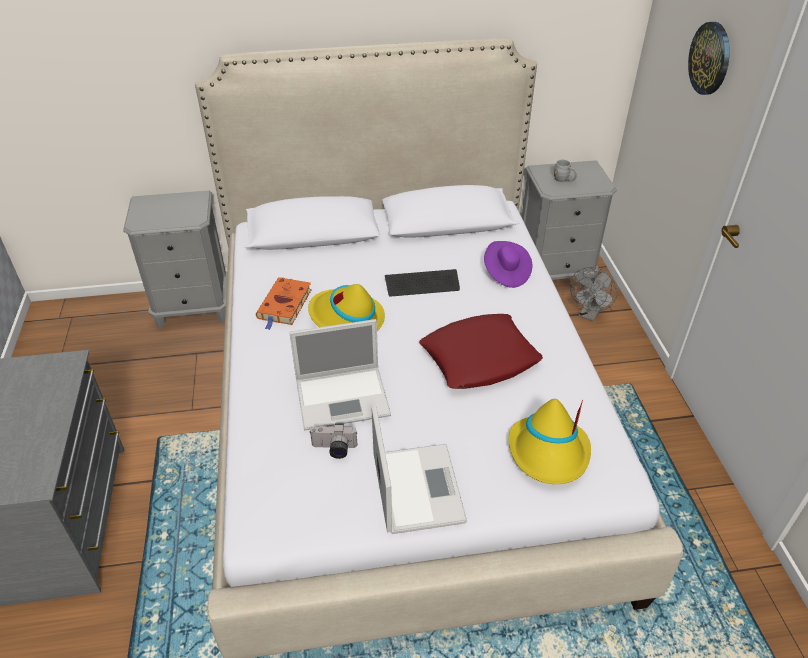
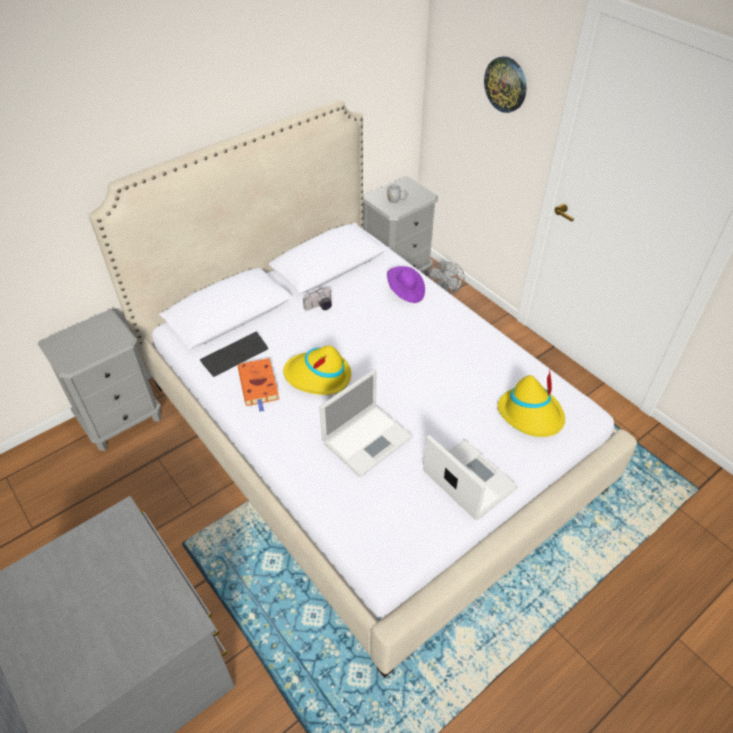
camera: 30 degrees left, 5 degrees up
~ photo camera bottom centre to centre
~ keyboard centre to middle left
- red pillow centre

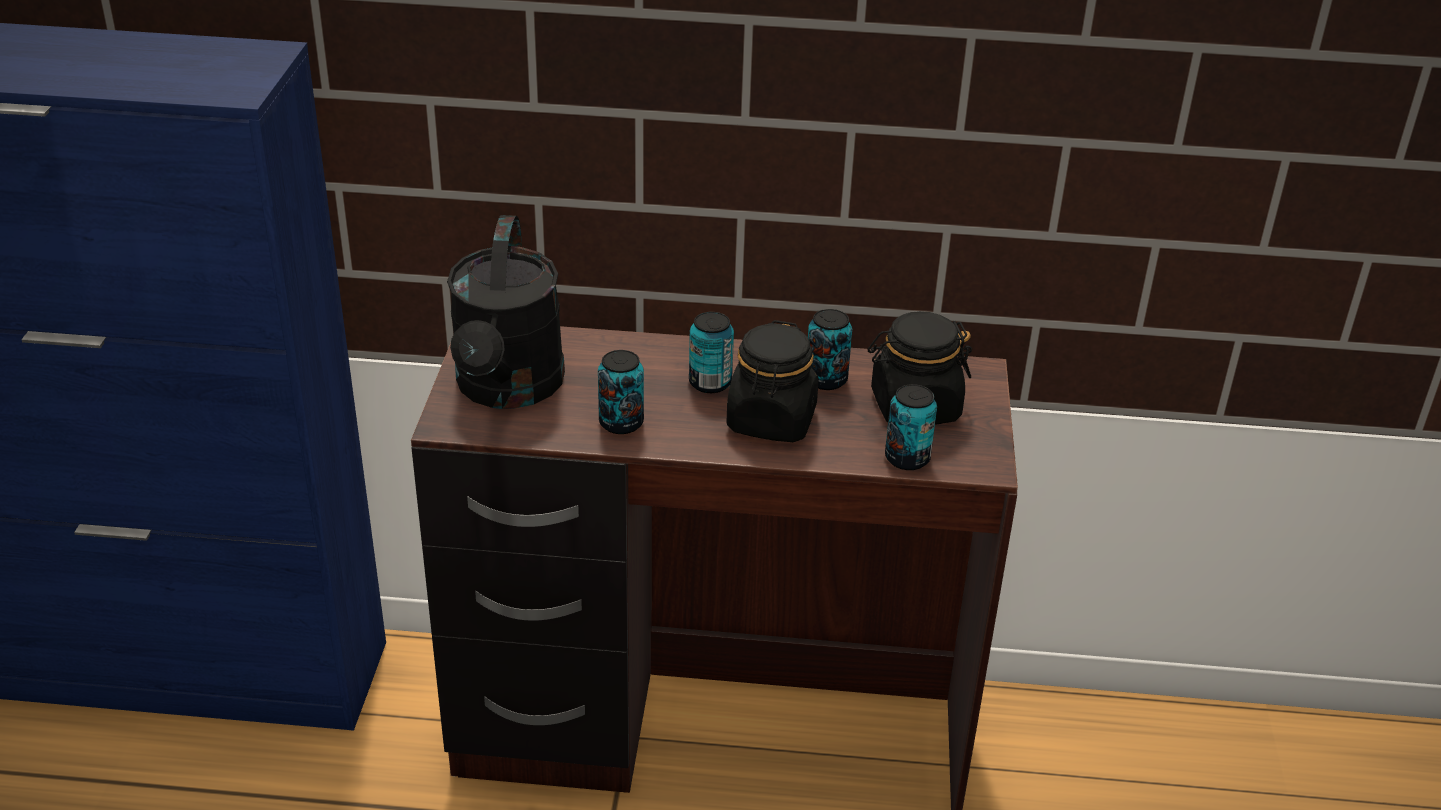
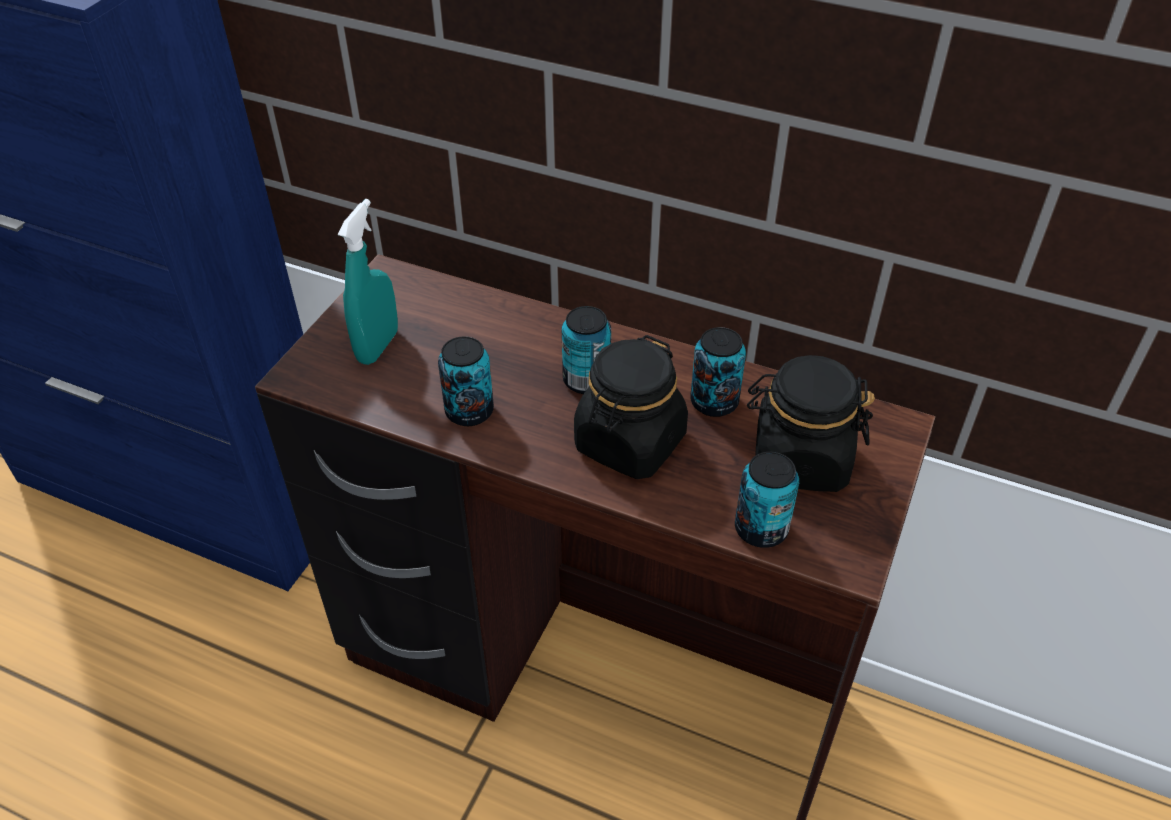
camera: 20 degrees right, 10 degrees up
~ black watering can centre to turquoise spray bottle middle left

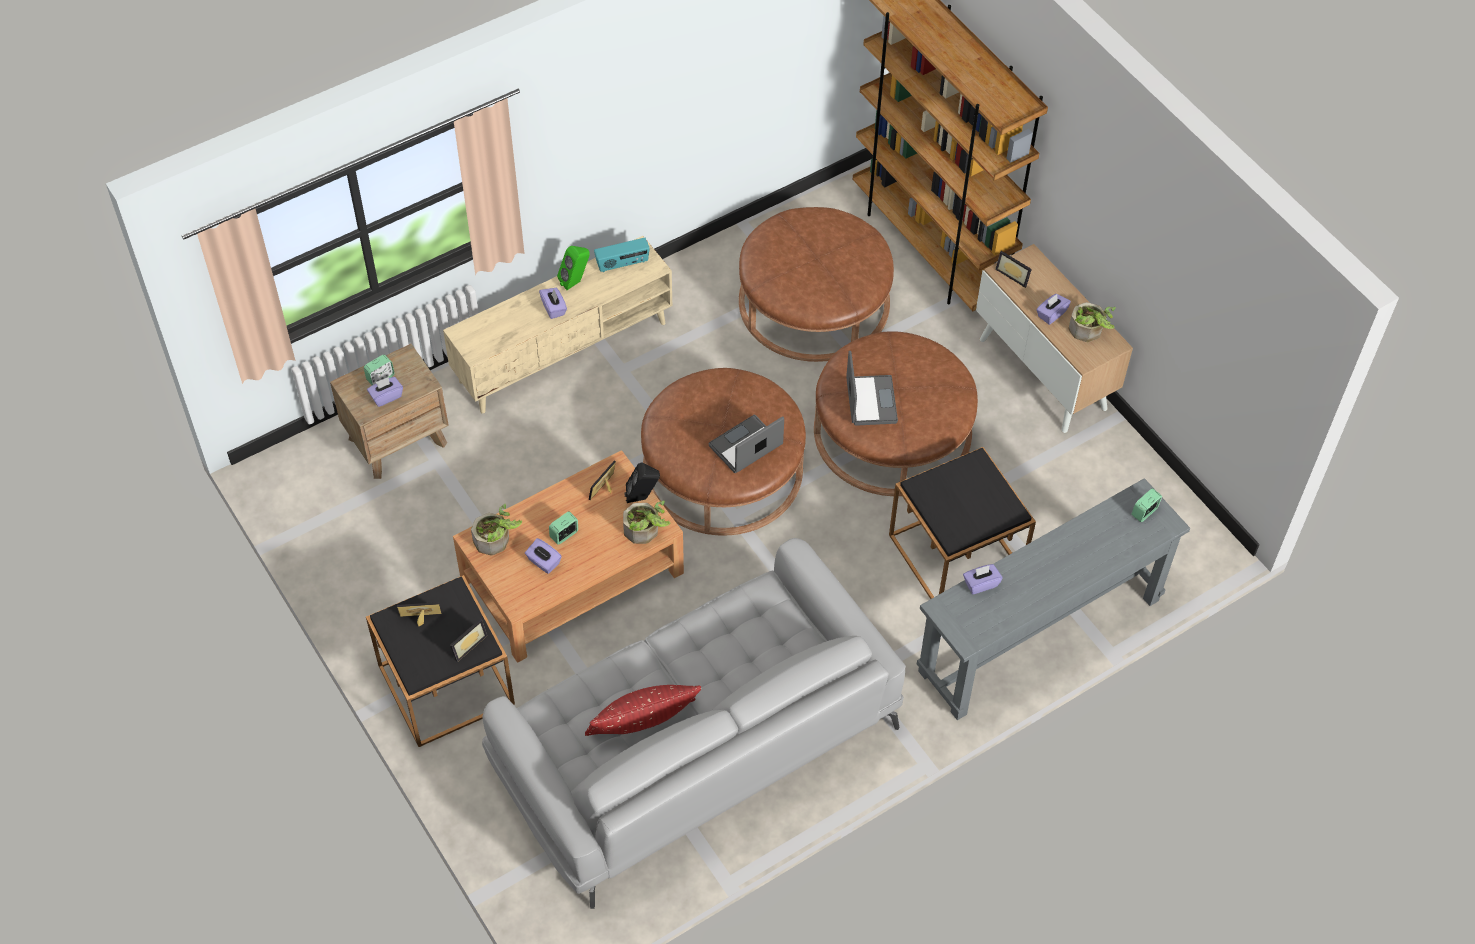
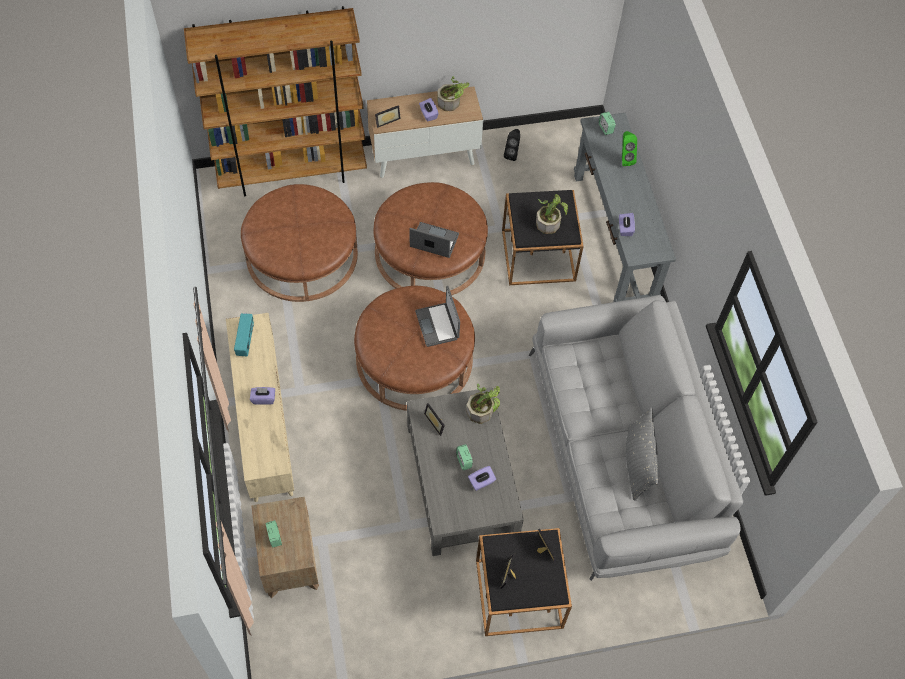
camera: 70 degrees left, 5 degrees up
- purple tissue box (1st from left) middle left
~ brown coffee table centre to grey coffee table bottom centre
~ potted plant (1st from left in the first image) centre to potted plant (3rd from left) top centre
~ green speaker top centre to top right
~ red pillow bottom centre to grey pillow bottom right
~ black speaker centre to top centre

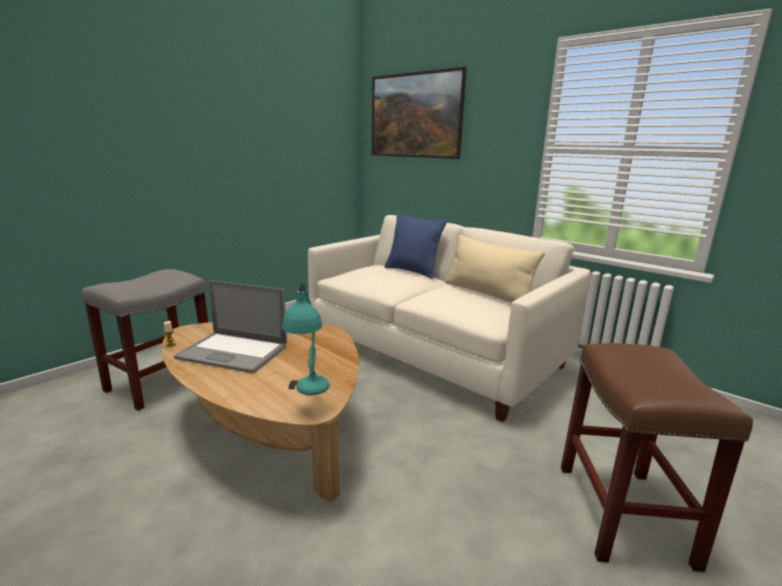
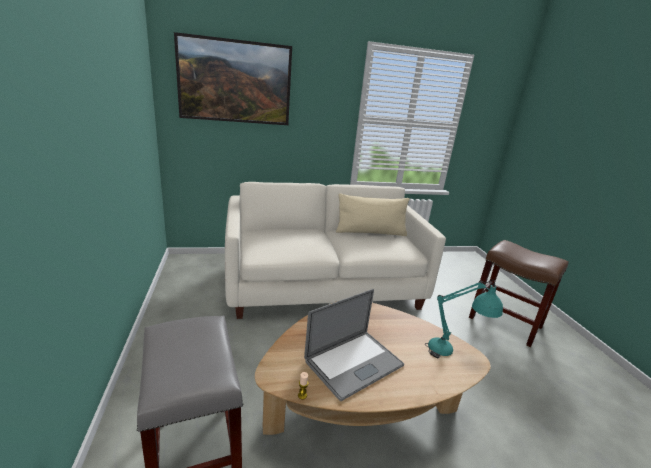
camera: 55 degrees left, 5 degrees up
- blue pillow centre

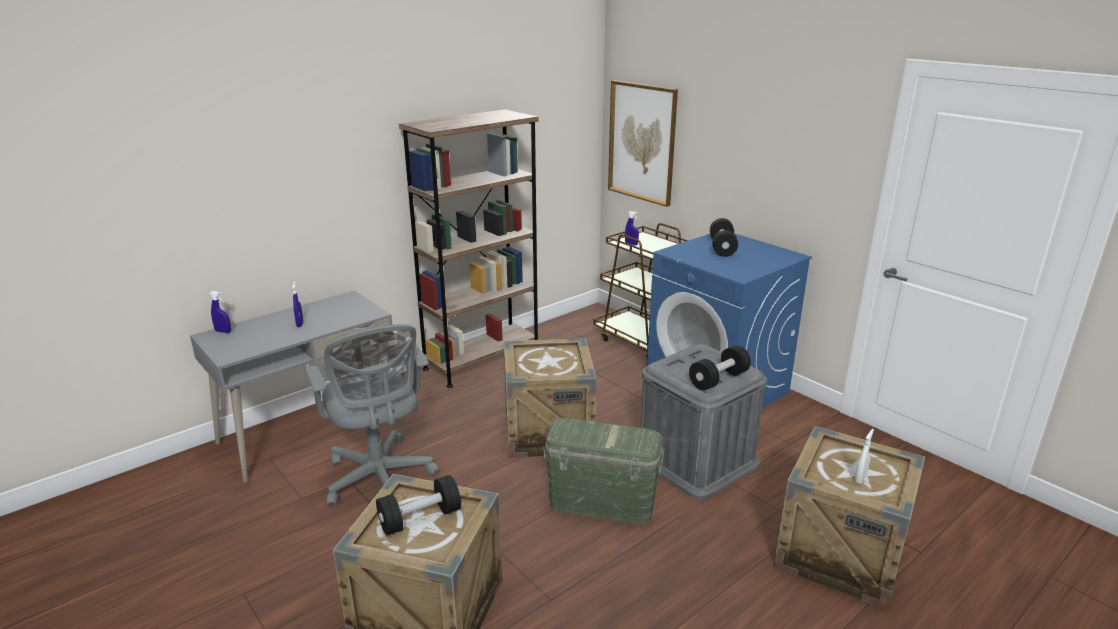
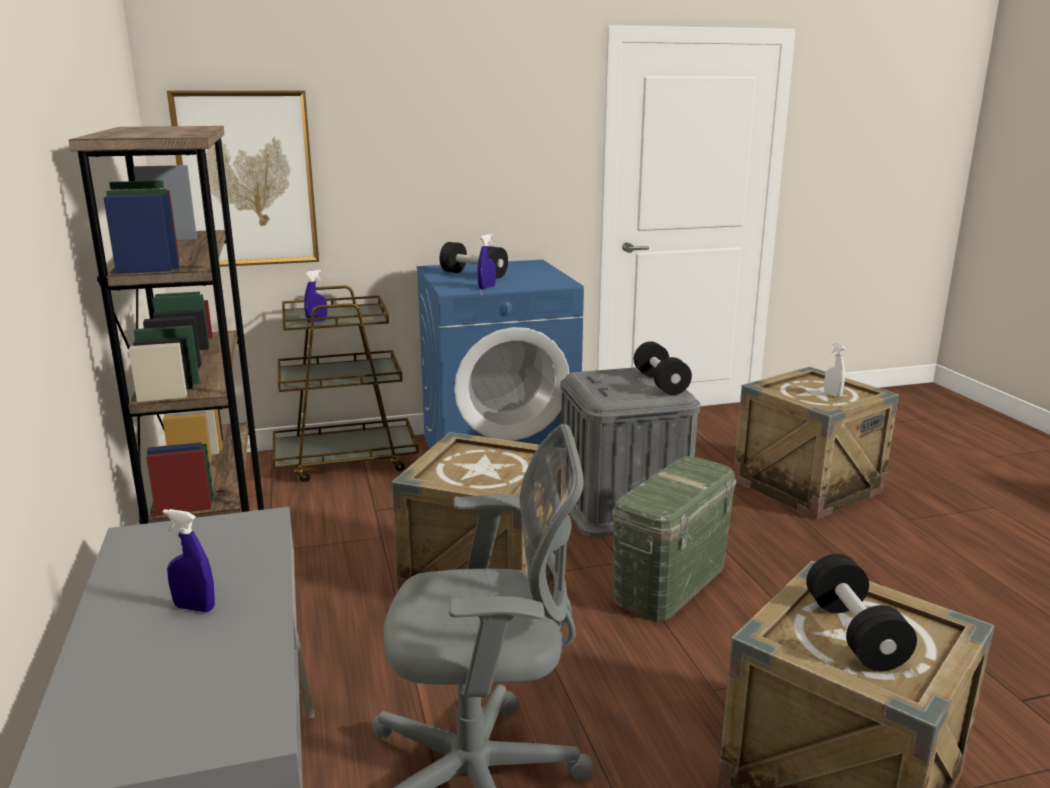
camera: 65 degrees left, 5 degrees down
~ blue spray bottle (1st from left in the first image) middle left to blue spray bottle (3rd from left) top centre

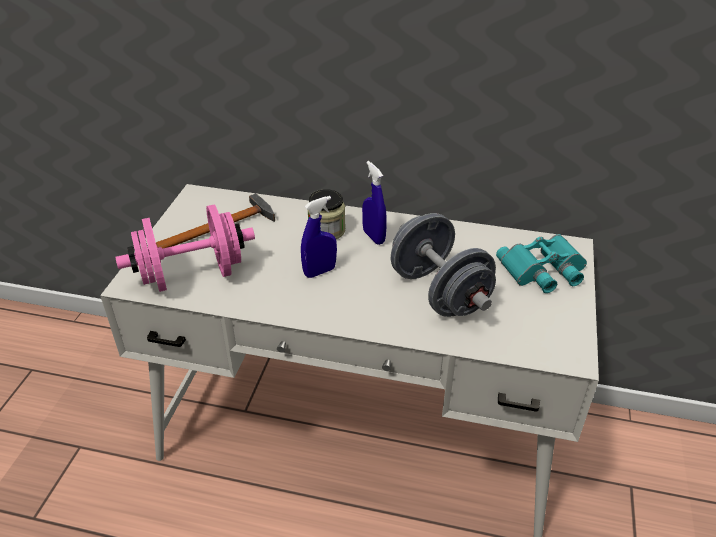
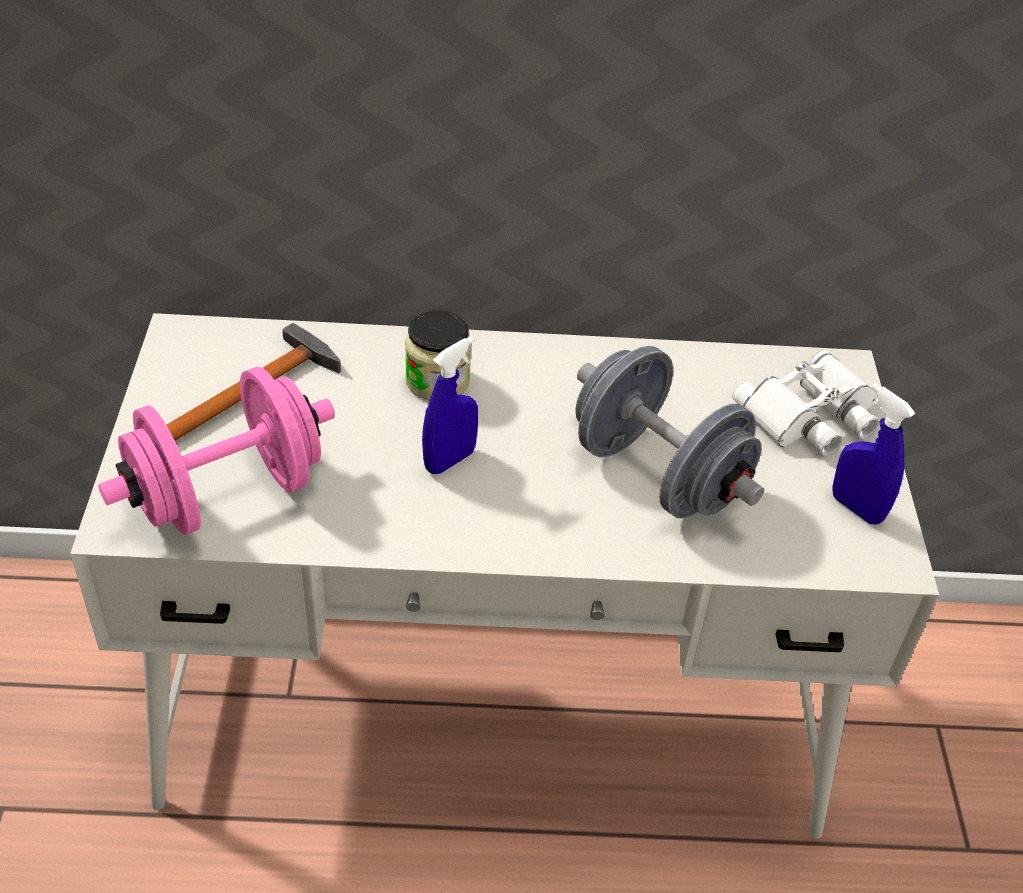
camera: 15 degrees left, 5 degrees up
~ blue spray bottle (2nd from left) centre to middle right
~ turquoise binoculars middle right to white binoculars middle right

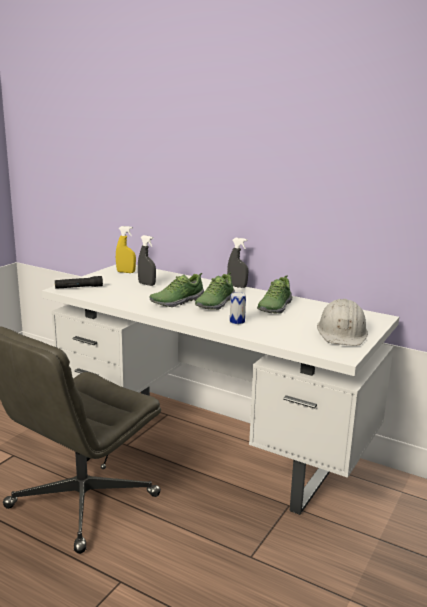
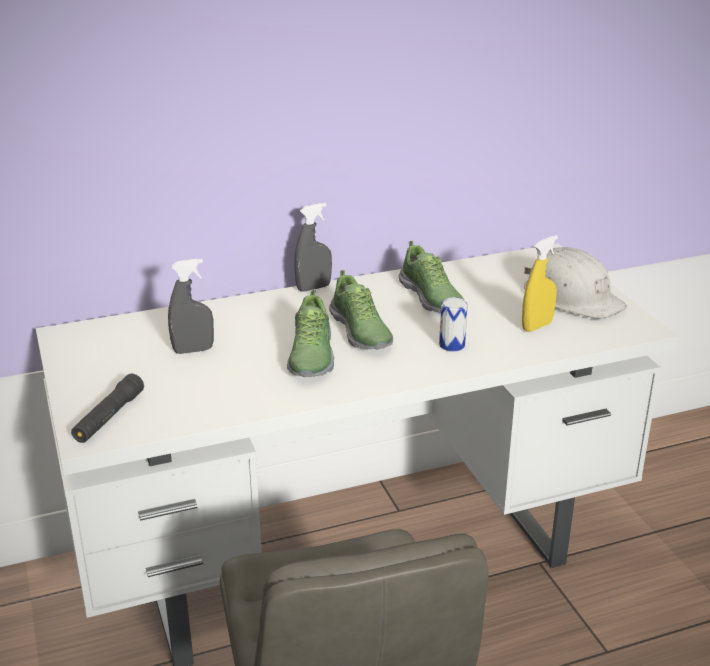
camera: 50 degrees left, 10 degrees up
~ yellow spray bottle middle left to middle right

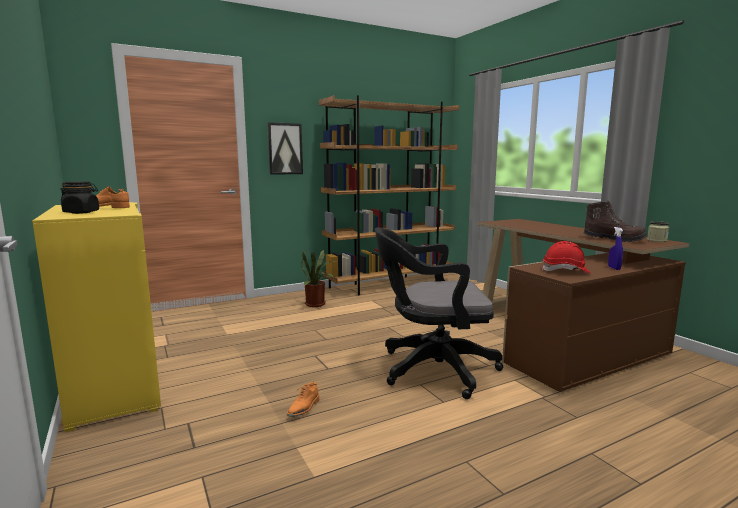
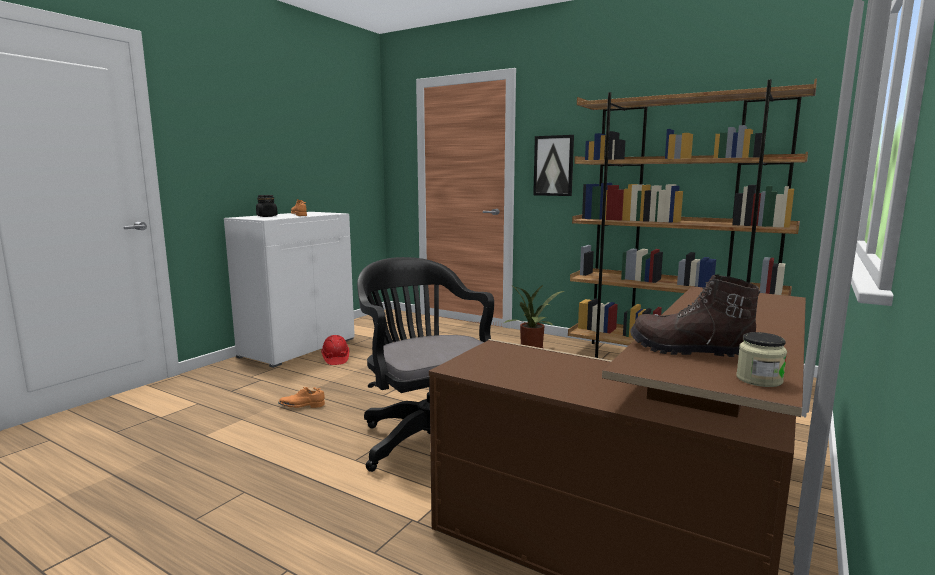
camera: 60 degrees right, 0 degrees up
~ yellow cabinet middle left to white cabinet middle left
~ red hard hat middle right to centre
~ brown boot middle right = middle right 120 degrees clockwise
- blue spray bottle middle right

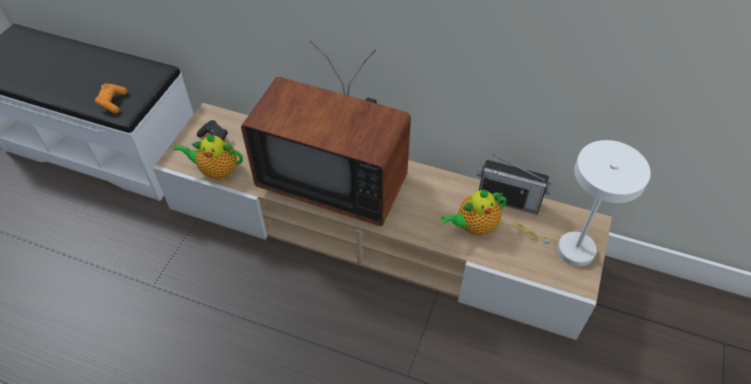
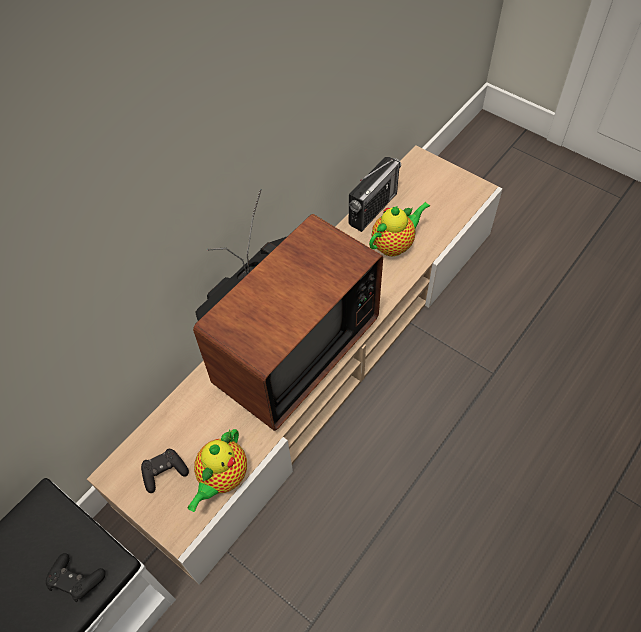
camera: 70 degrees left, 5 degrees up
~ orange game controller top left to black game controller (1st from left) bottom left
~ teapot (2nd from left) centre = centre 120 degrees counterclockwise
- white table lamp middle right

